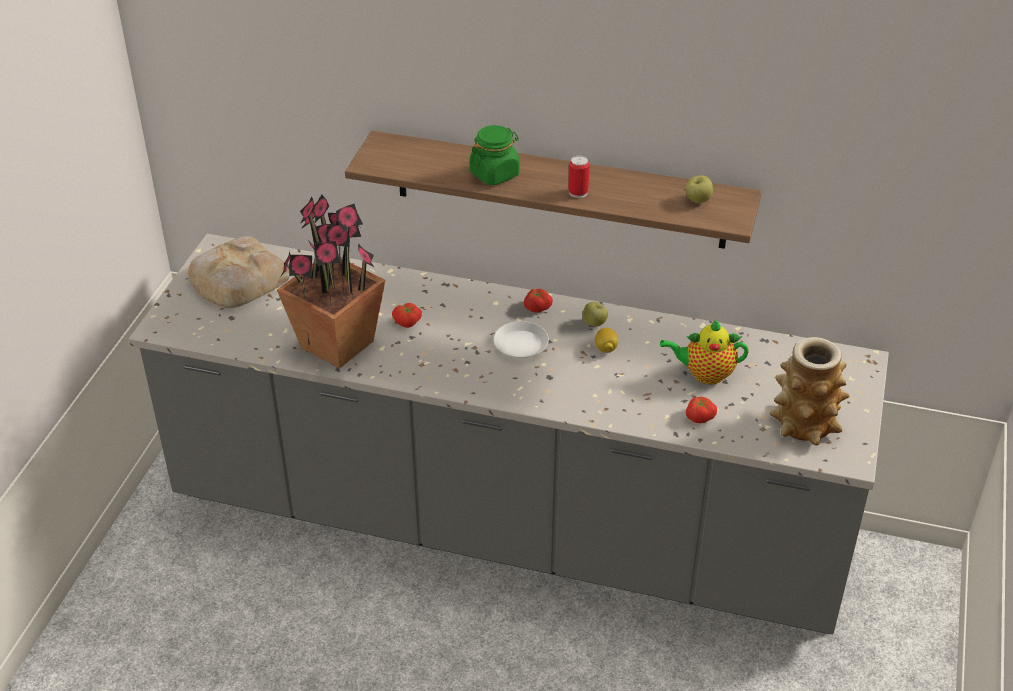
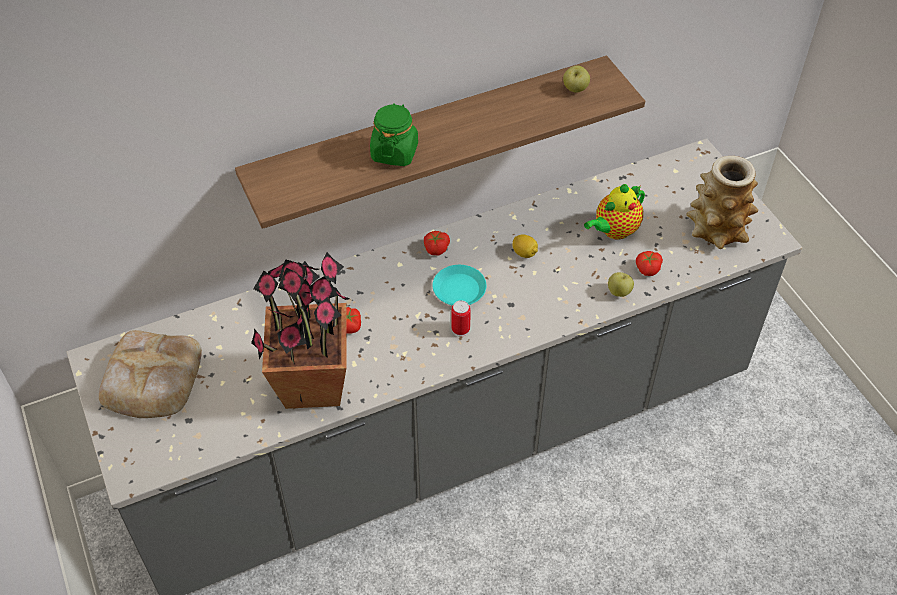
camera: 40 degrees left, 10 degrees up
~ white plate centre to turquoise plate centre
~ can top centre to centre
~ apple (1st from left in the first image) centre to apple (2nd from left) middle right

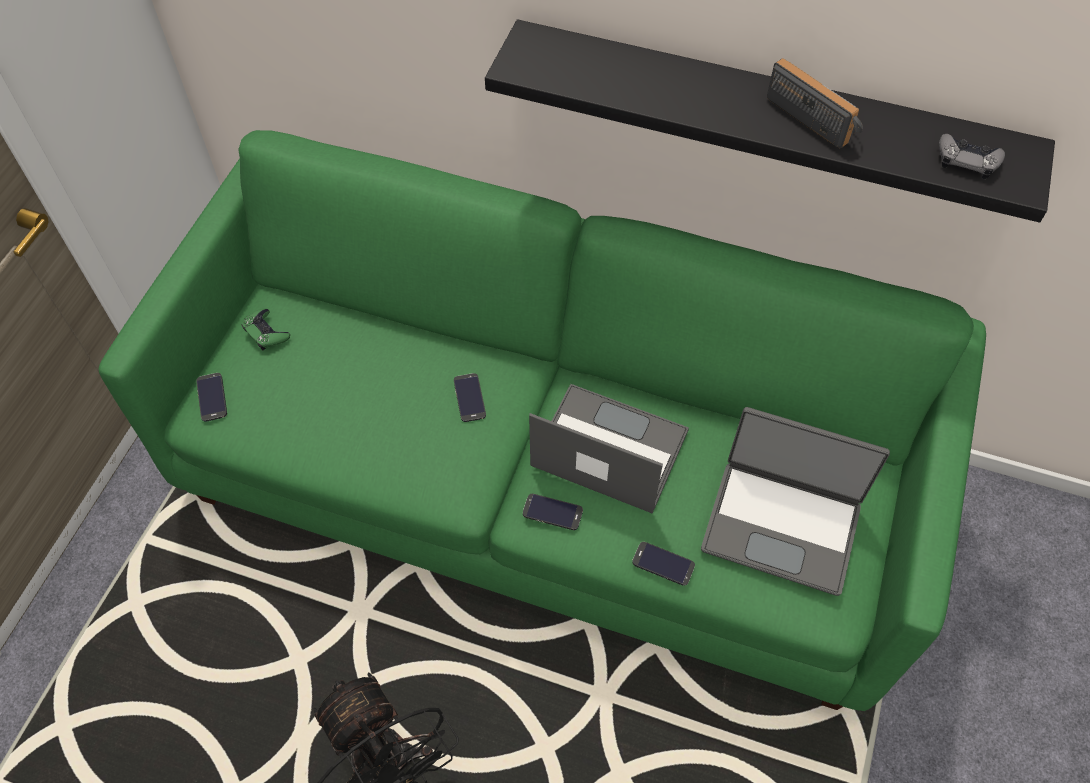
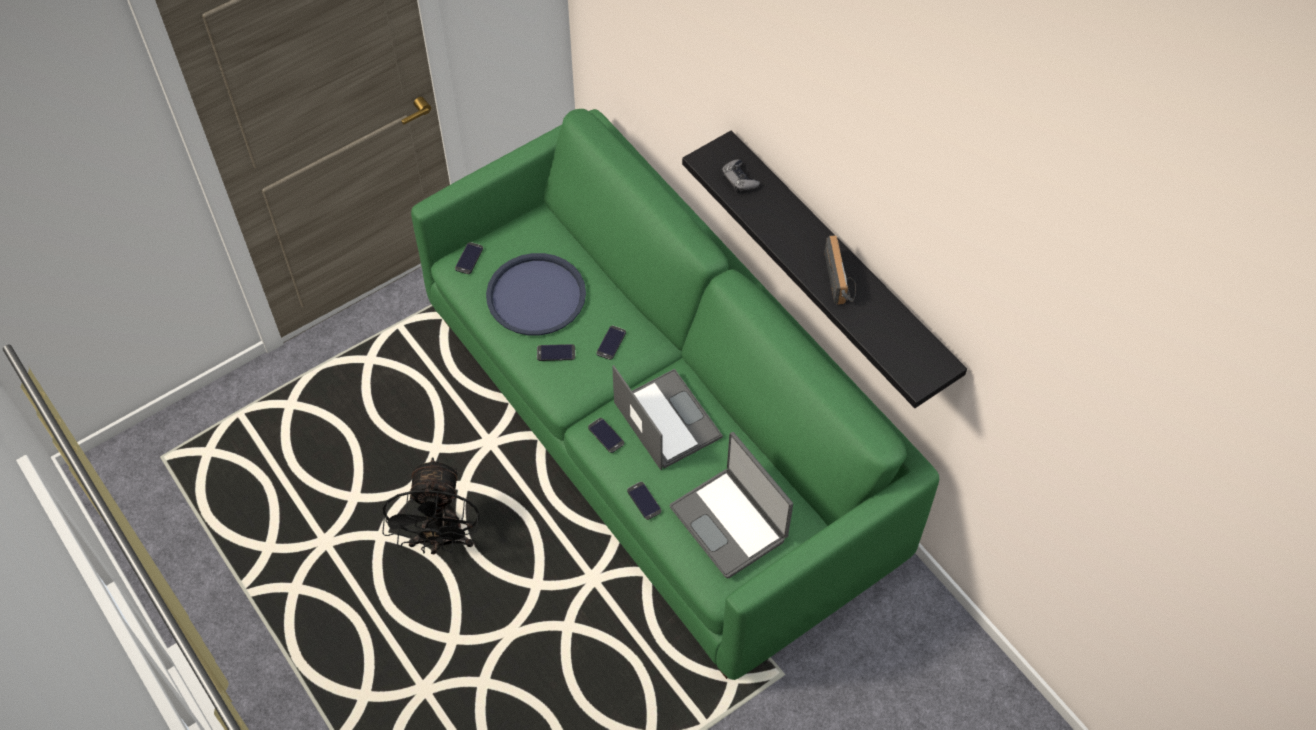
camera: 35 degrees right, 0 degrees up
- green game controller middle left
~ grey game controller top right to top centre
+ blue tray centre
+ phone (2nd from left) centre

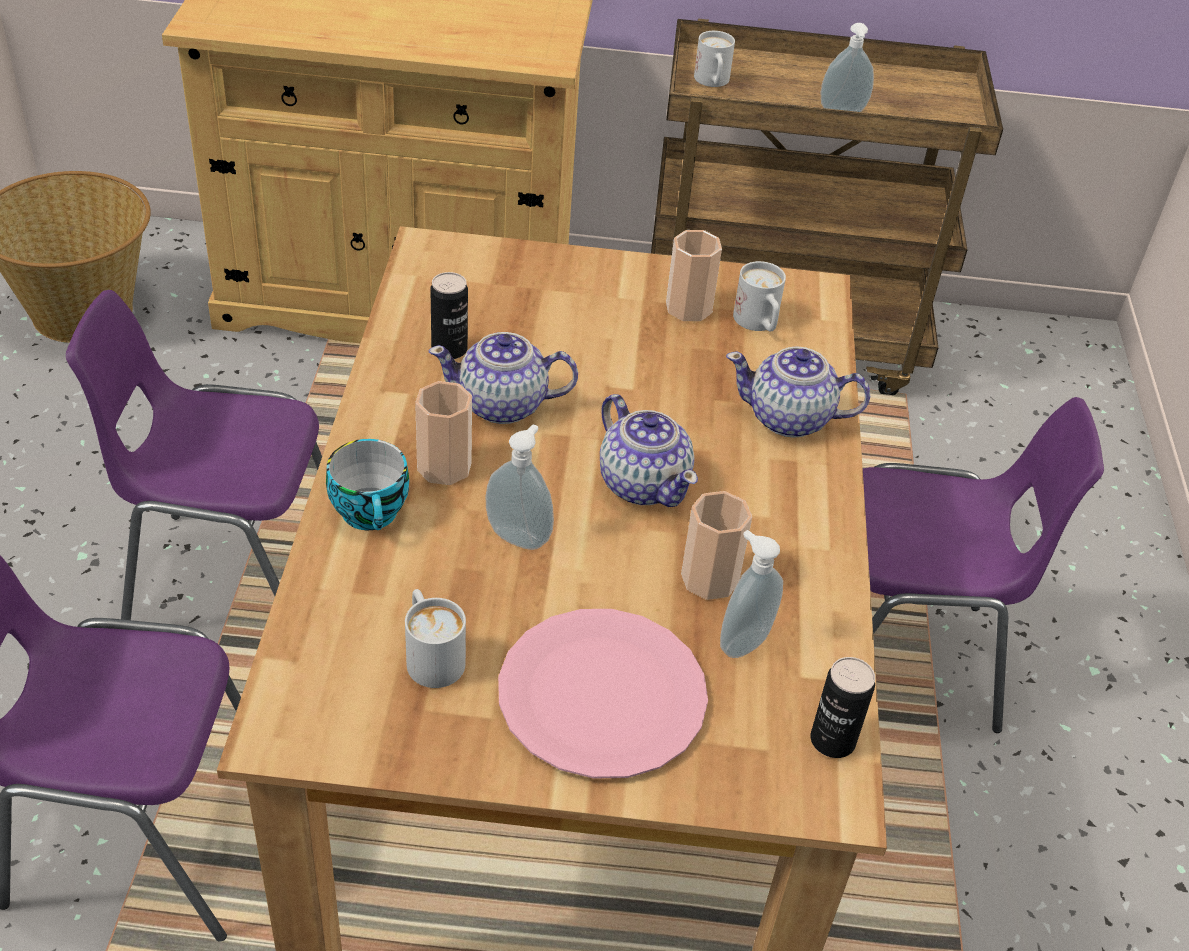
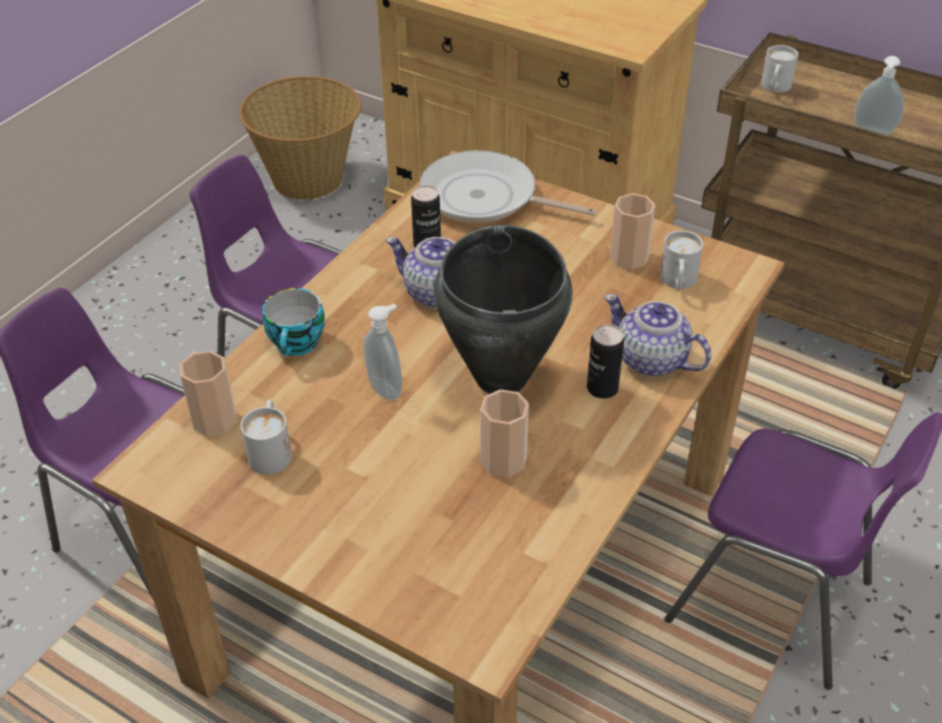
camera: 30 degrees right, 0 degrees up
~ cup (2nd from left in the first image) centre to cup (1st from left) middle left
- pink plate bottom centre
~ teapot (2nd from left) centre to black cooking pot centre
- soap dispenser (2nd from left) centre
~ can (2nd from left) bottom right to centre
+ frying pan top centre

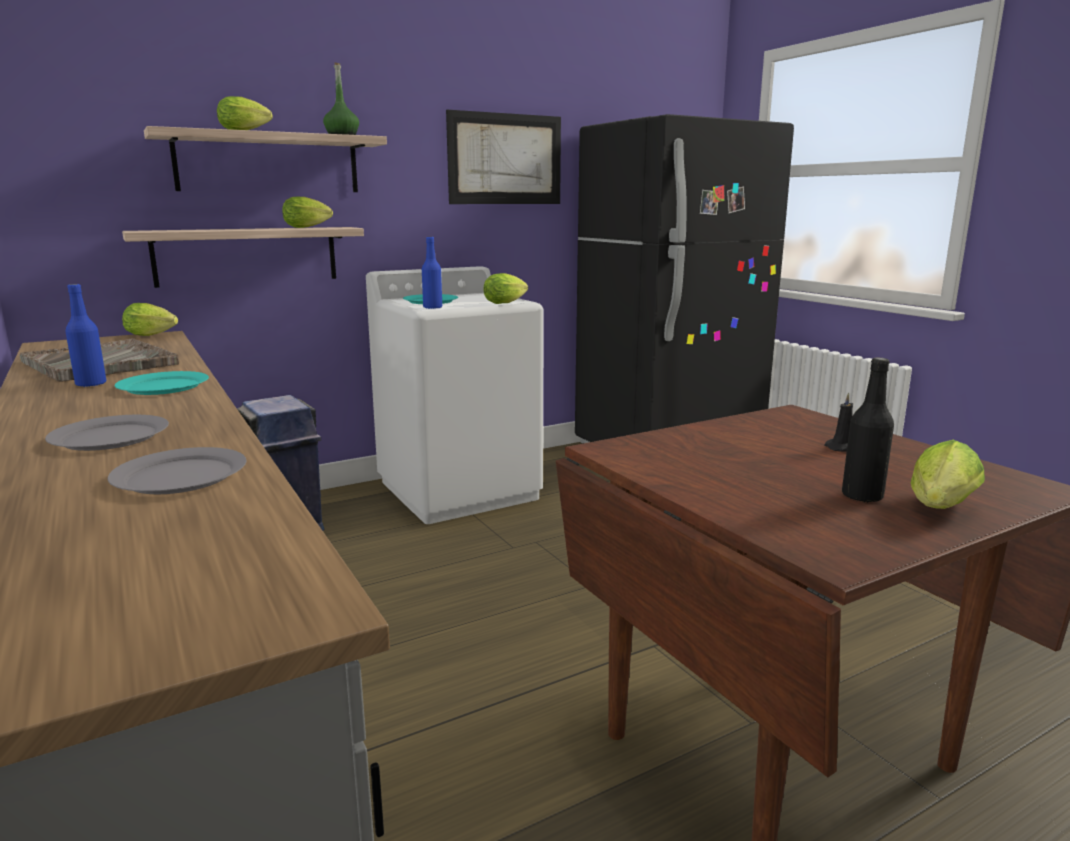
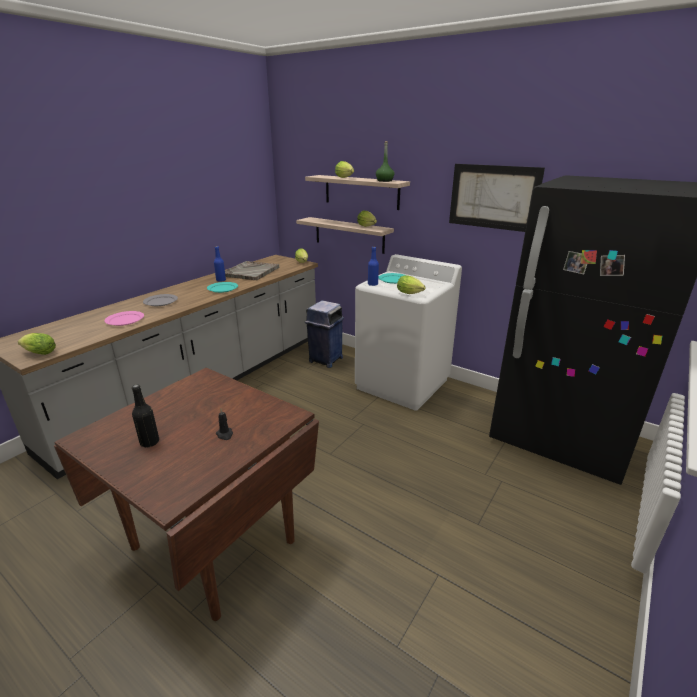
camera: 65 degrees right, 10 degrees up
~ grey plate (2nd from left) middle left to pink plate middle left
~ lettuce (5th from left in the first image) middle right to lettuce (1st from left) middle left

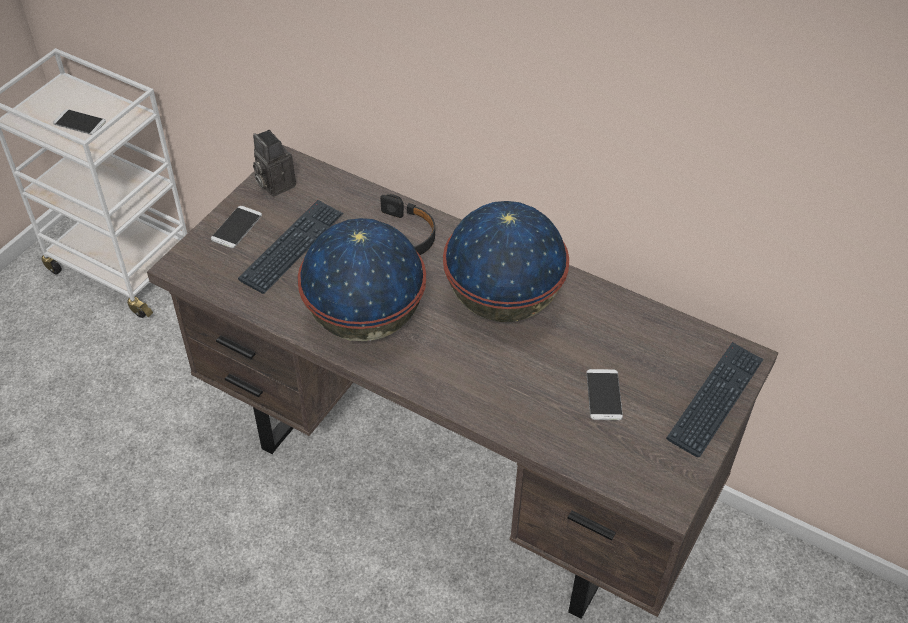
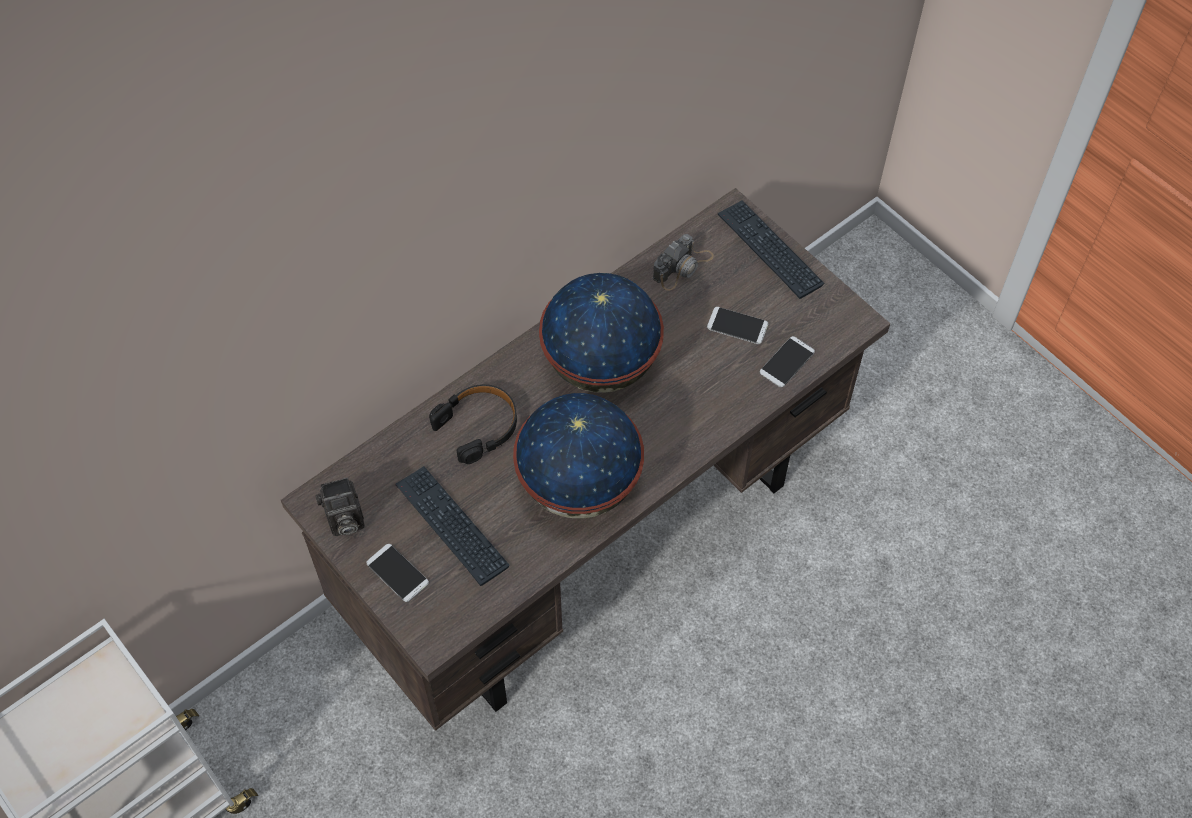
camera: 70 degrees left, 10 degrees up
~ phone (1st from left in the first image) top left to phone (3rd from left) centre
+ photo camera (2nd from left) top centre

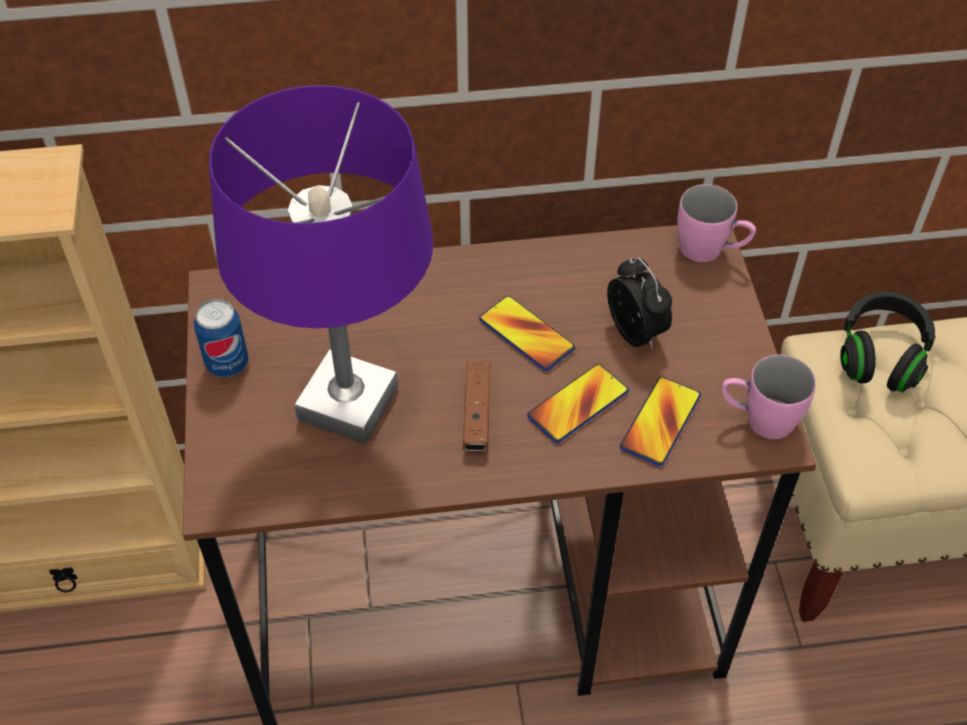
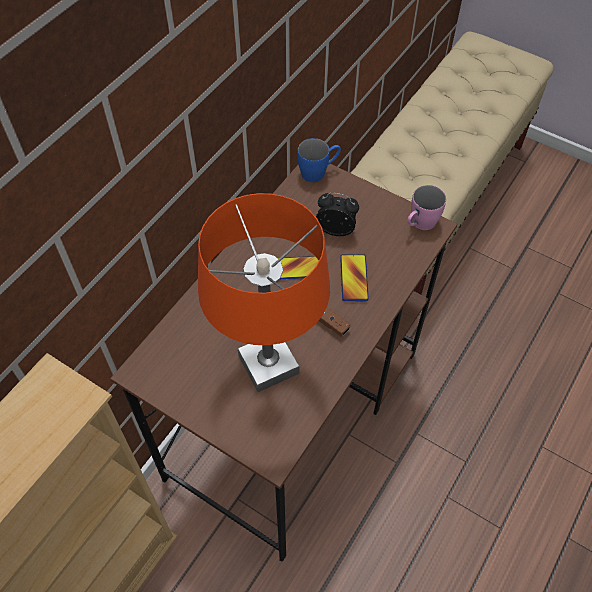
camera: 50 degrees left, 5 degrees up
- can middle left
~ purple table lamp middle left to orange table lamp centre
- phone (3rd from left) middle right
~ pink mug (1st from left) top right to blue mug top centre
- black headphones middle right

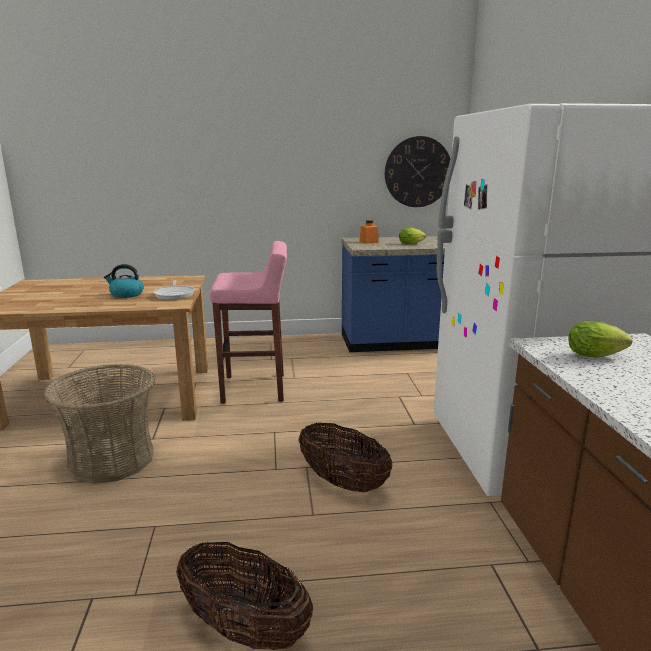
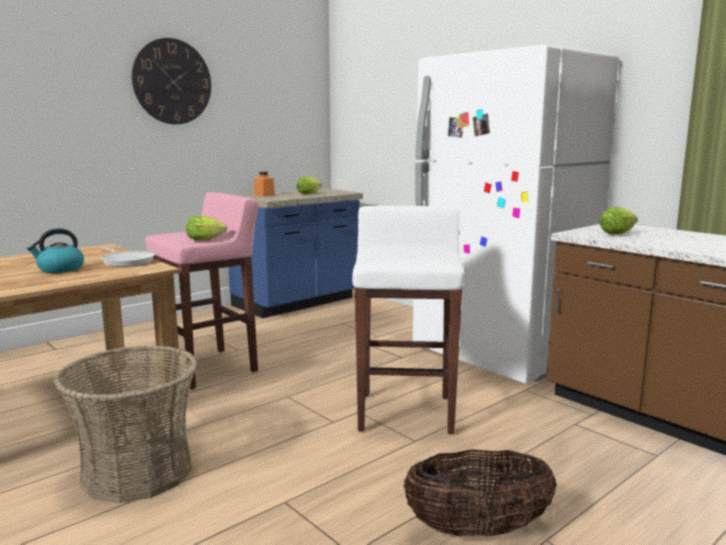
camera: 35 degrees left, 5 degrees down
~ basket (3rd from left) bottom centre to white stool centre
~ wall clock top centre to top left
+ lettuce (1st from left) middle left

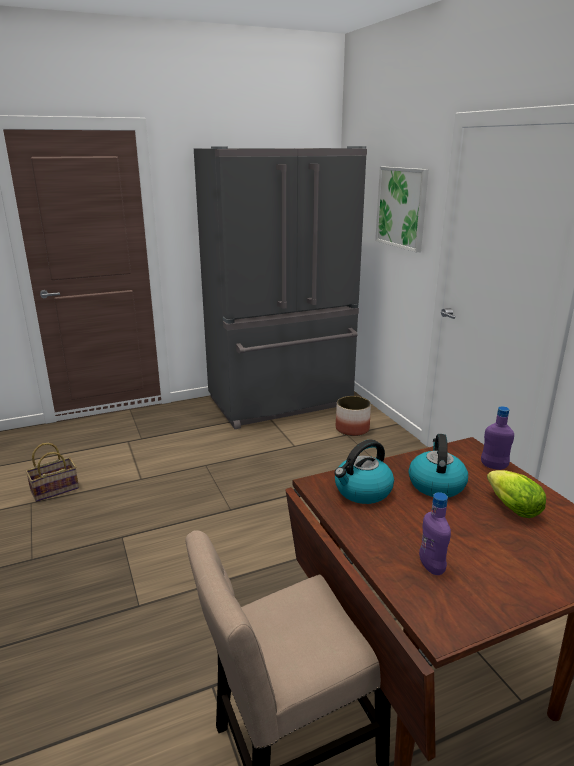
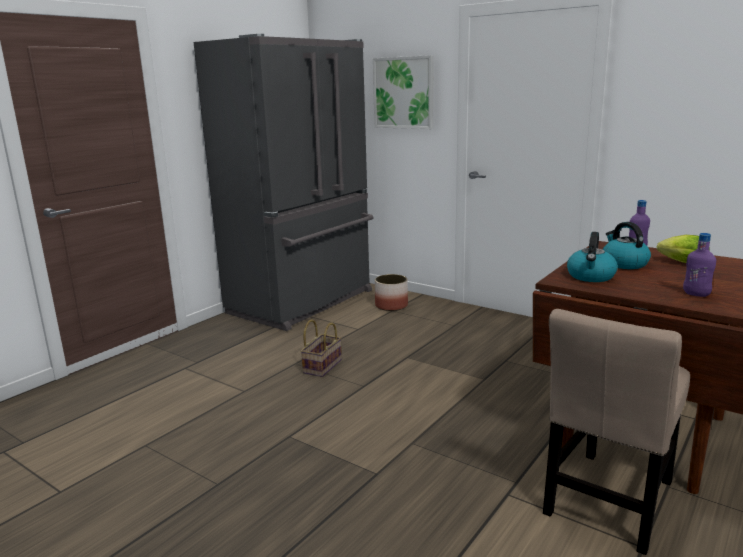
camera: 30 degrees left, 5 degrees down
~ basket middle left to centre

